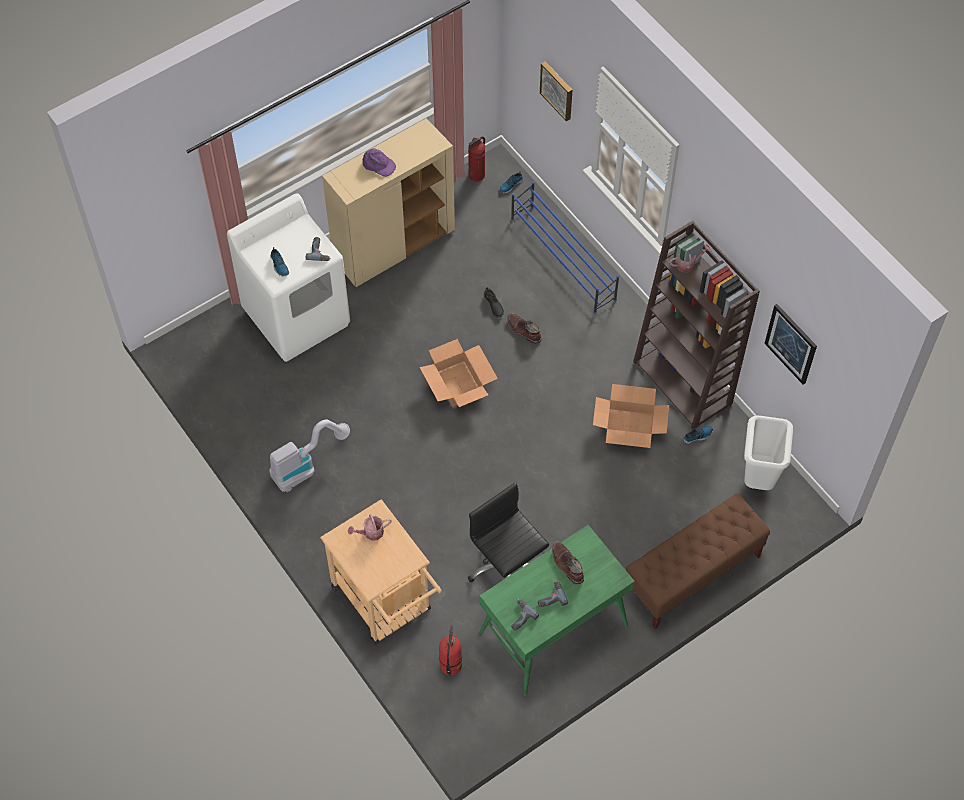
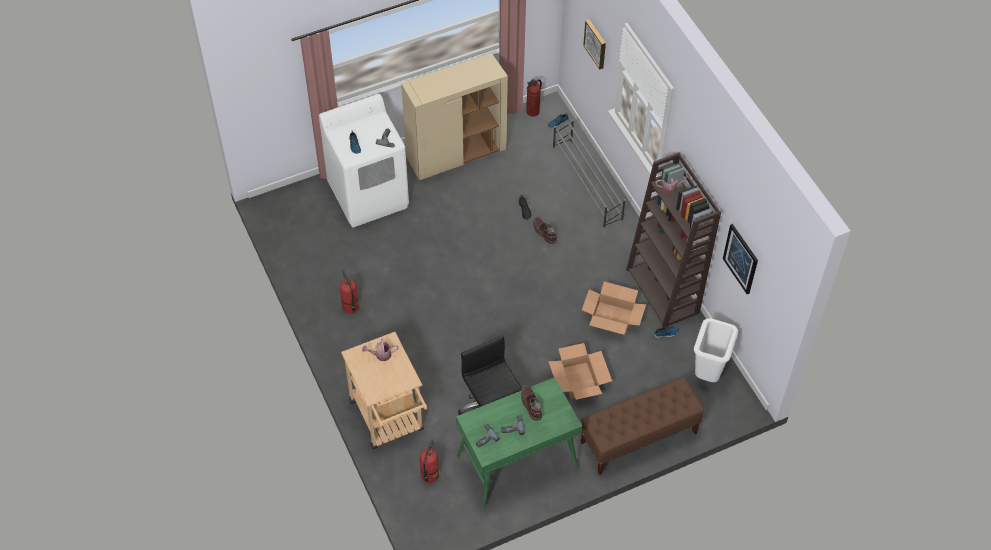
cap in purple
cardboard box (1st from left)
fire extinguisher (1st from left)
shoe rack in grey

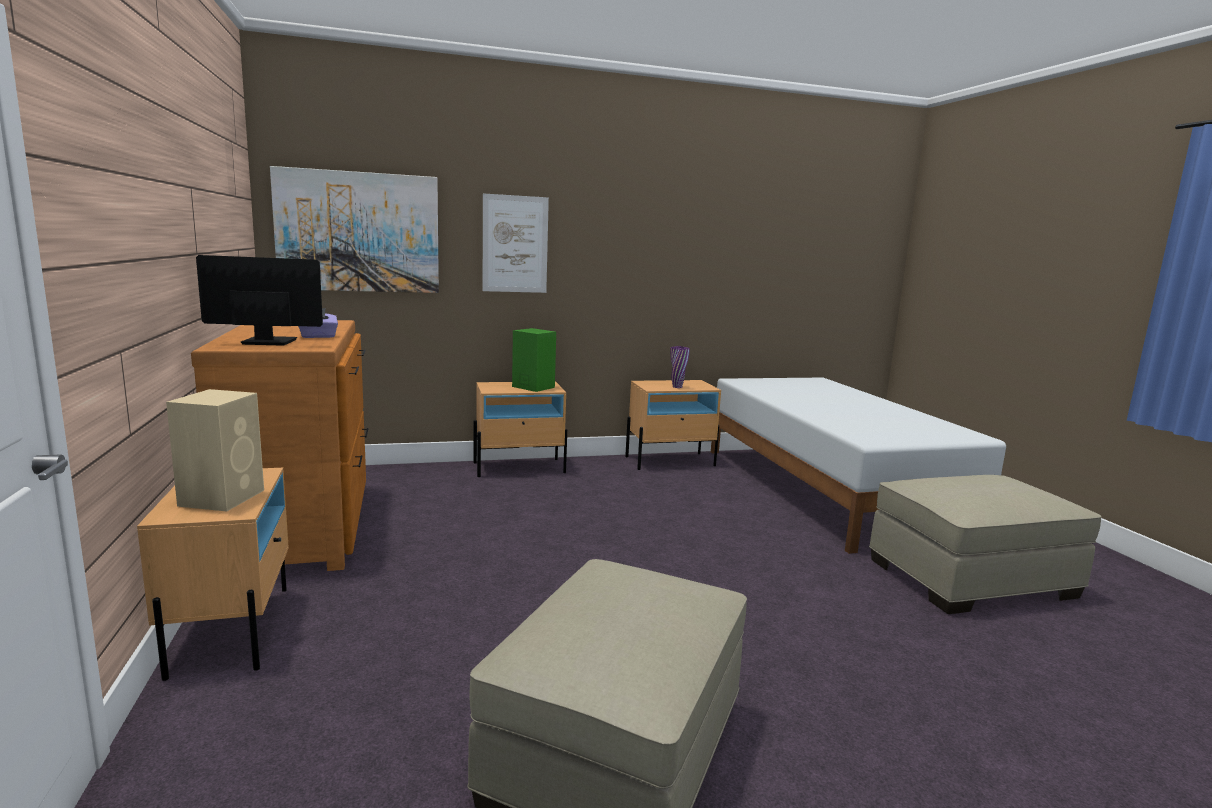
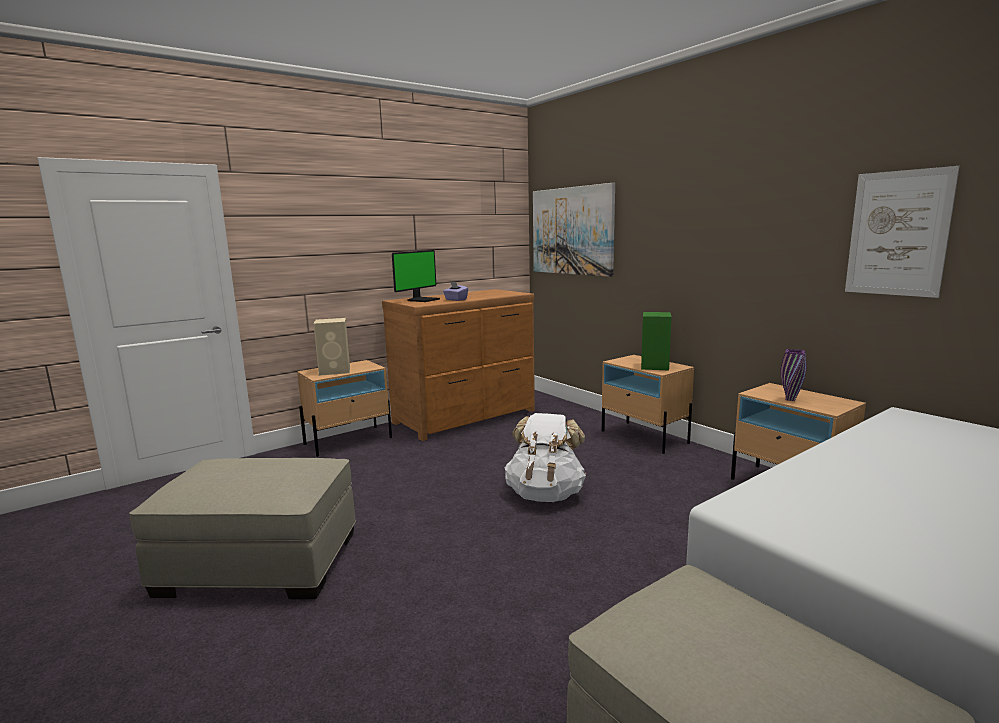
backpack in white
picture (2nd from left)
monitor

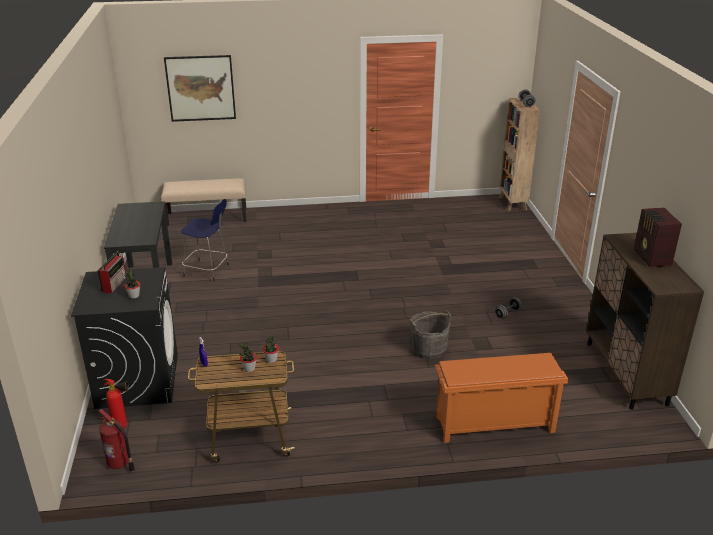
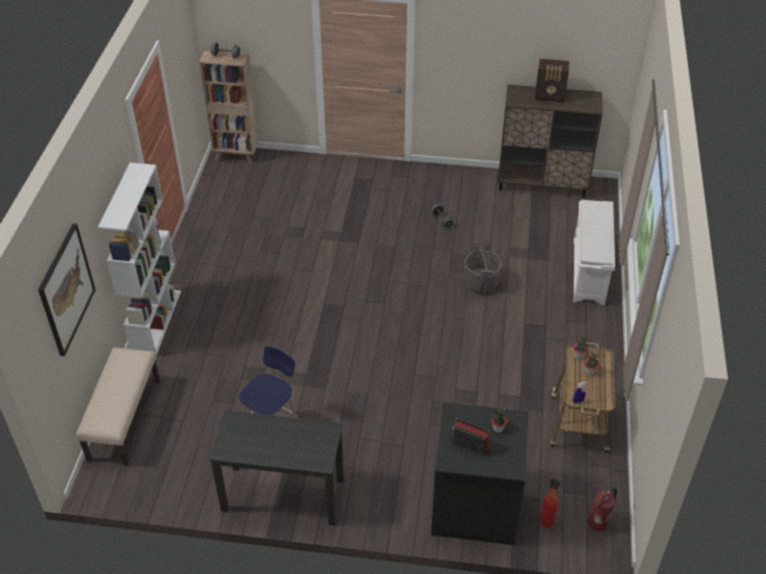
bookcase in white
shoe rack in white

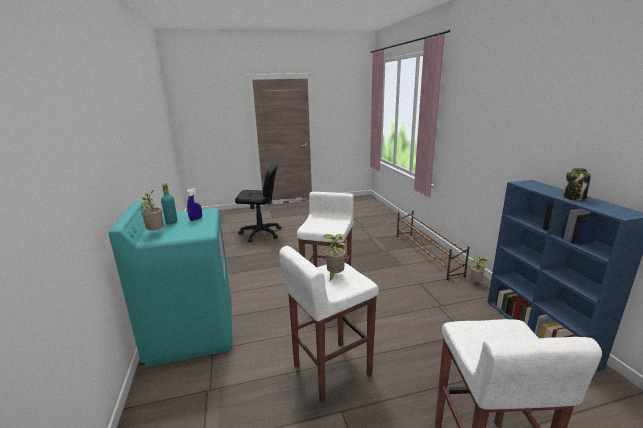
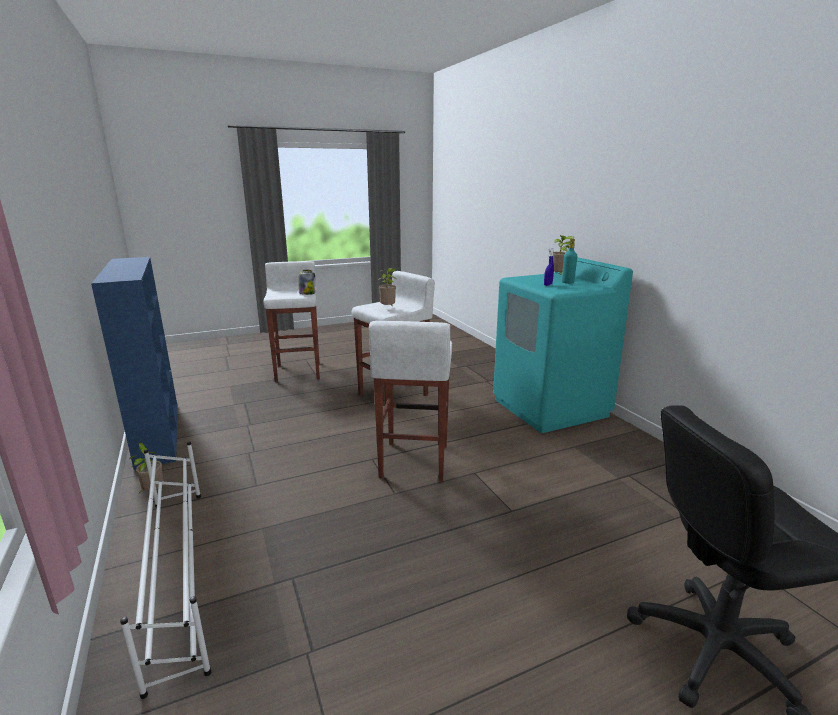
jar
shoe rack in white

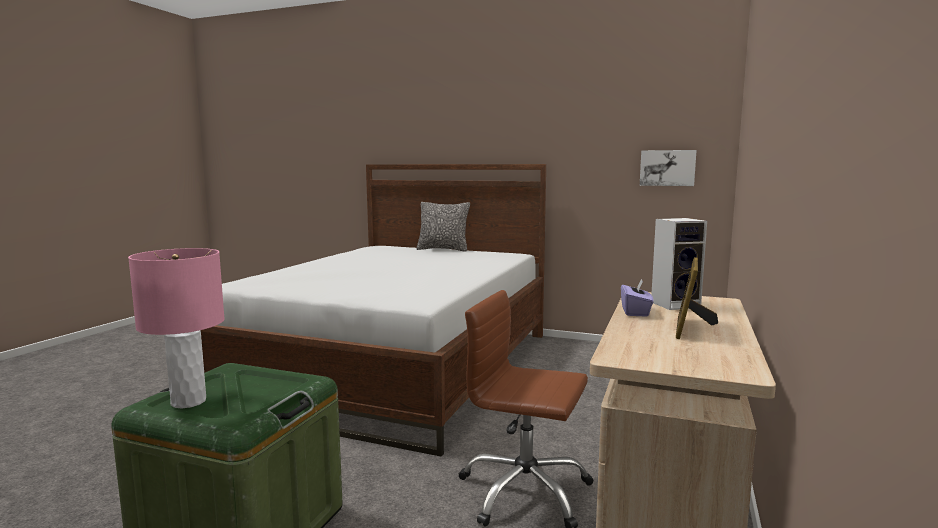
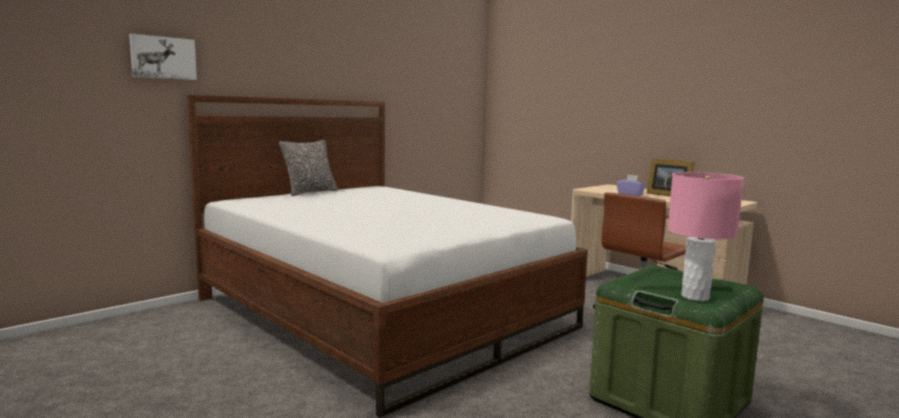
speaker
picture

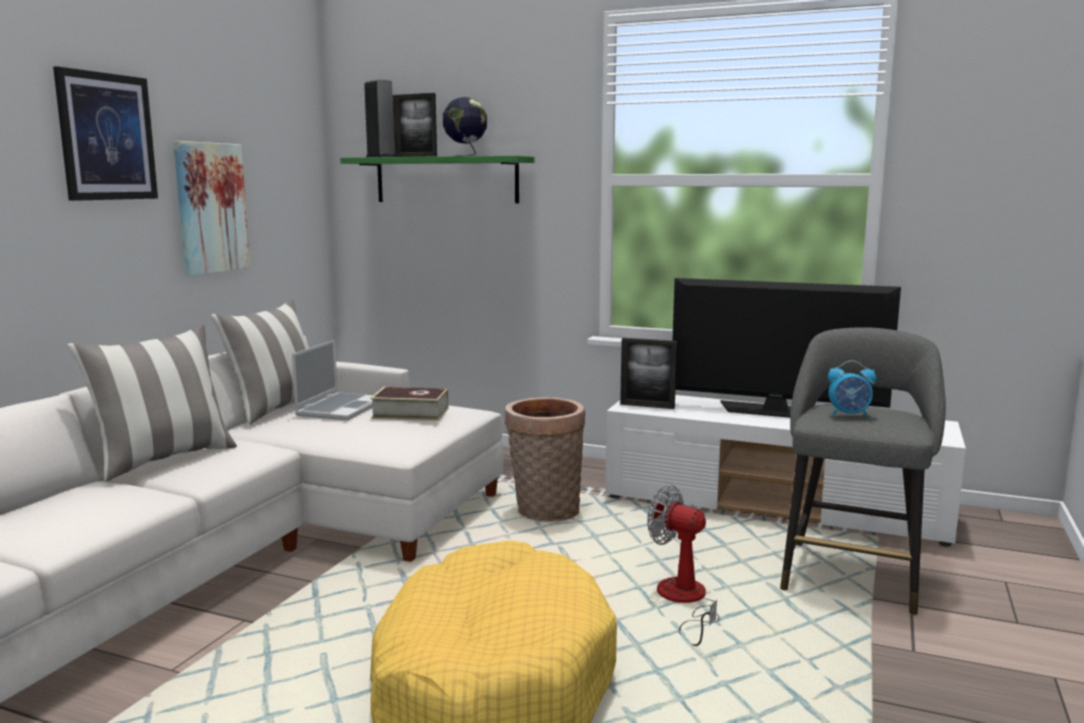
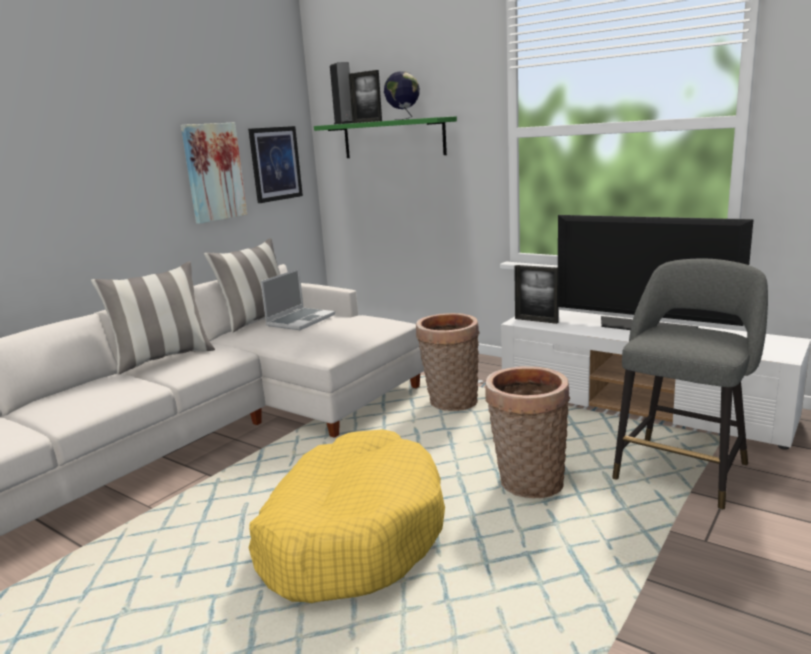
book
alarm clock
picture (2nd from left)
basket (2nd from left)

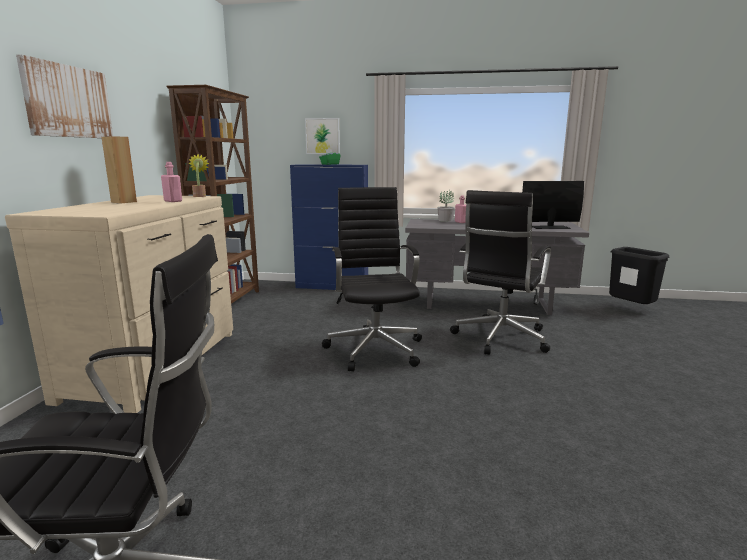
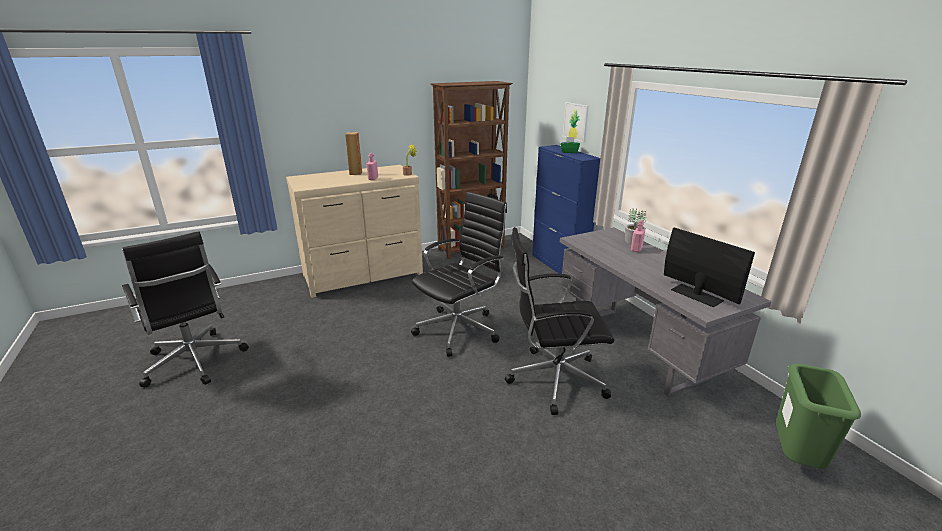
picture (1st from left in the first image)
trash can in green

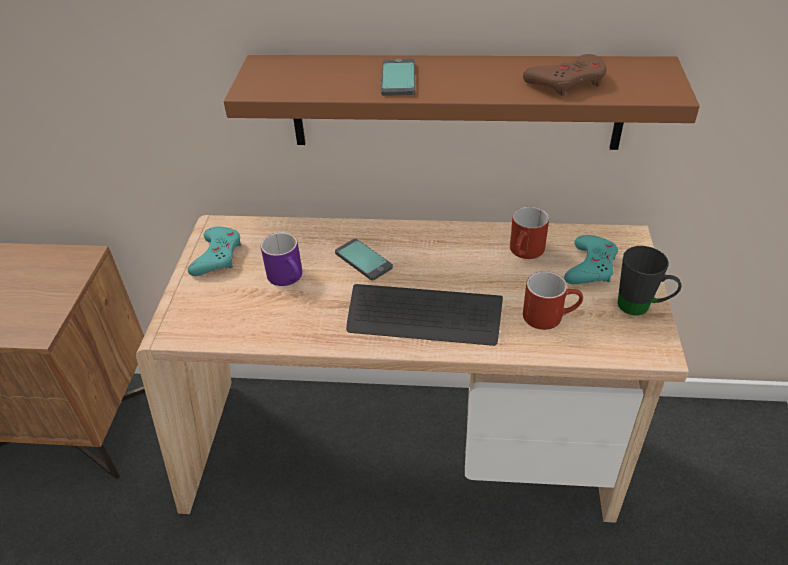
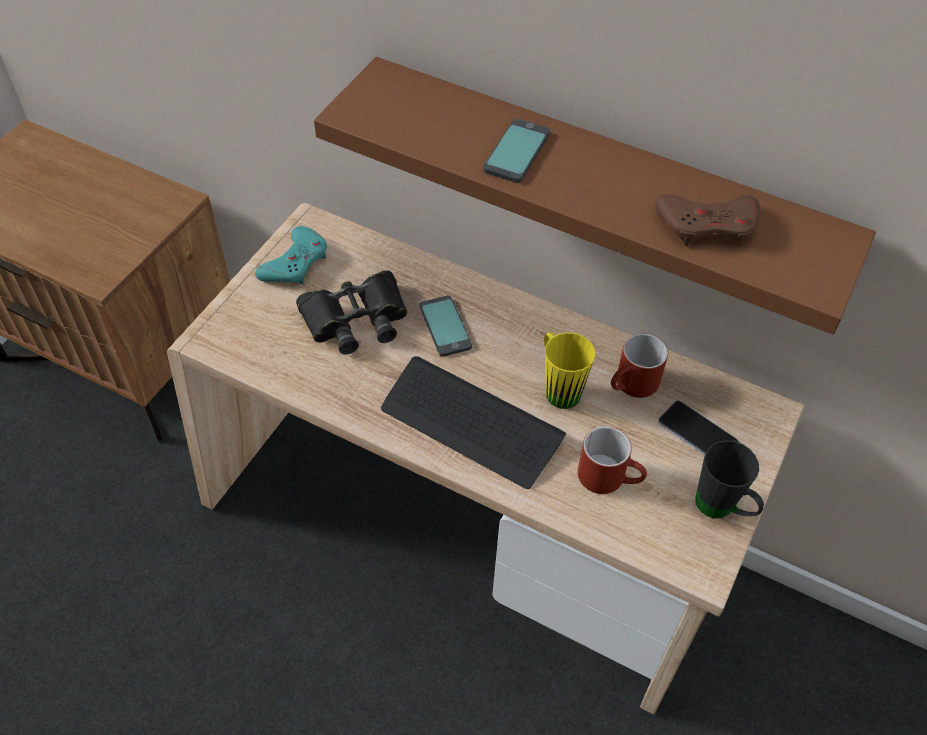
mug in yellow
binoculars in black
phone (3rd from left)

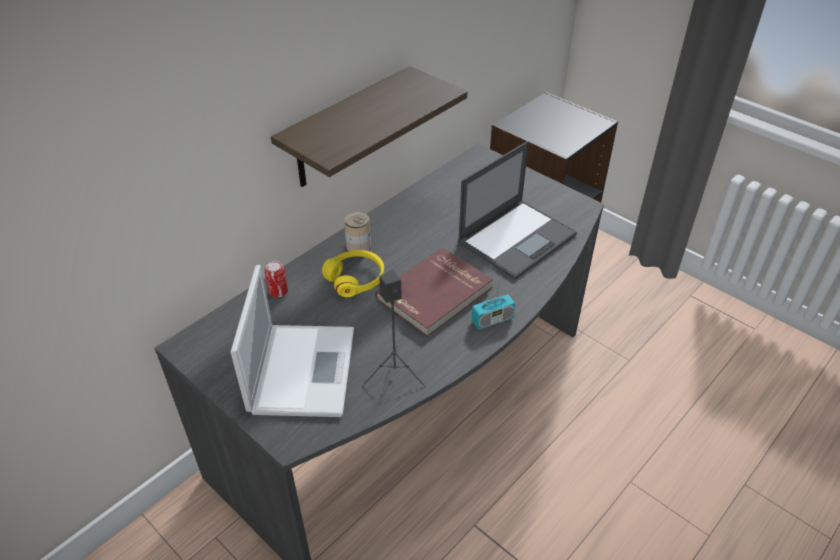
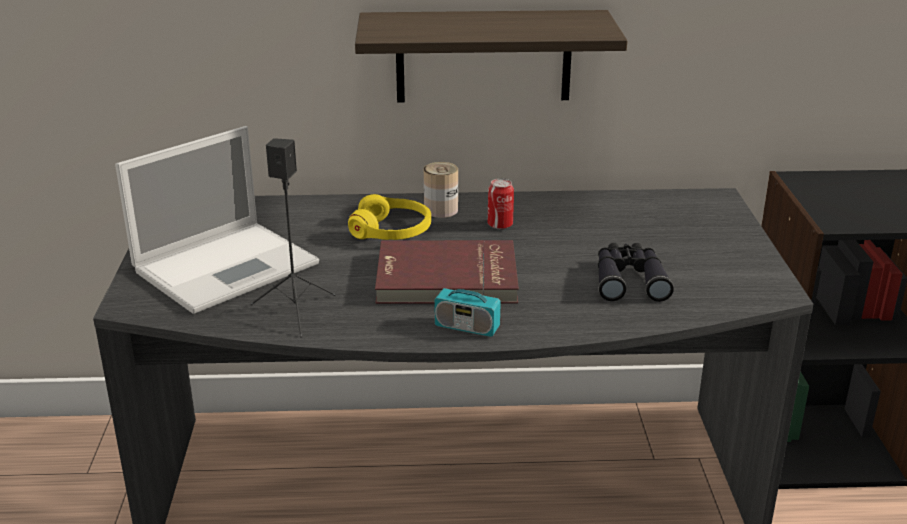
can (2nd from left)
binoculars in black

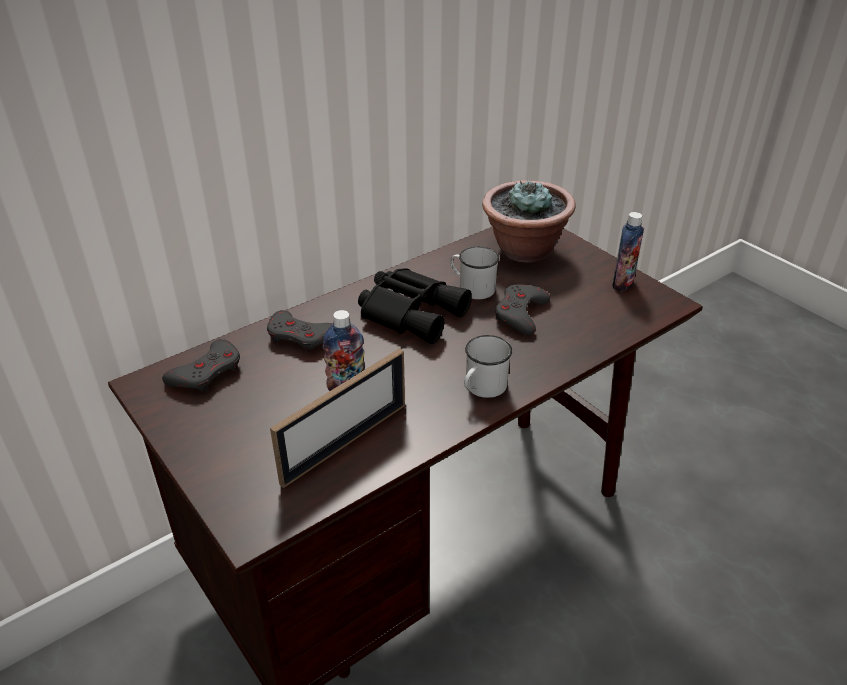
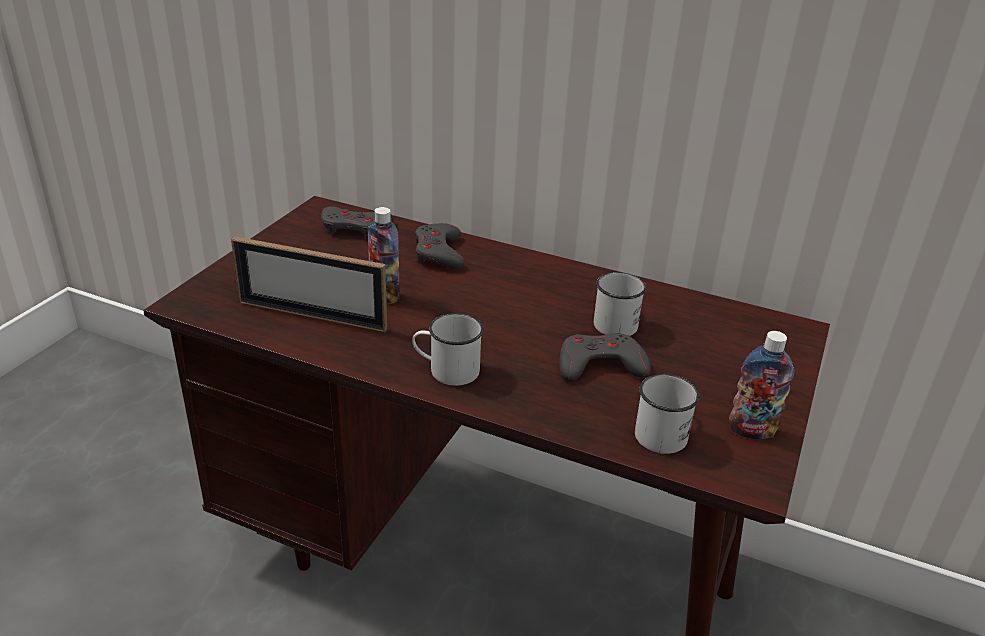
binoculars in black
potted plant
mug in white (3rd from left)

